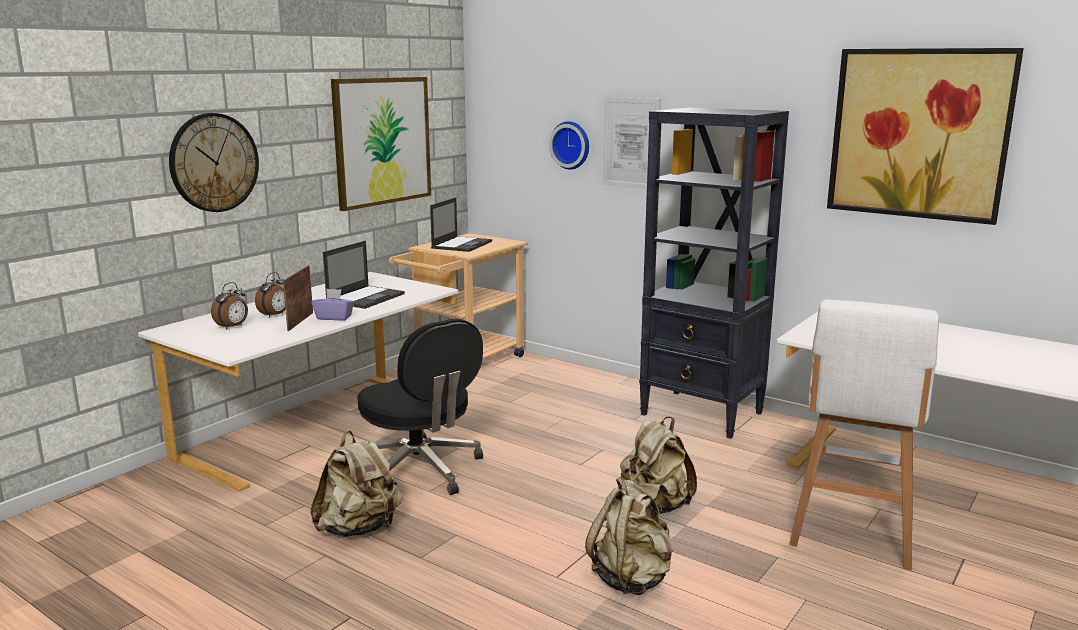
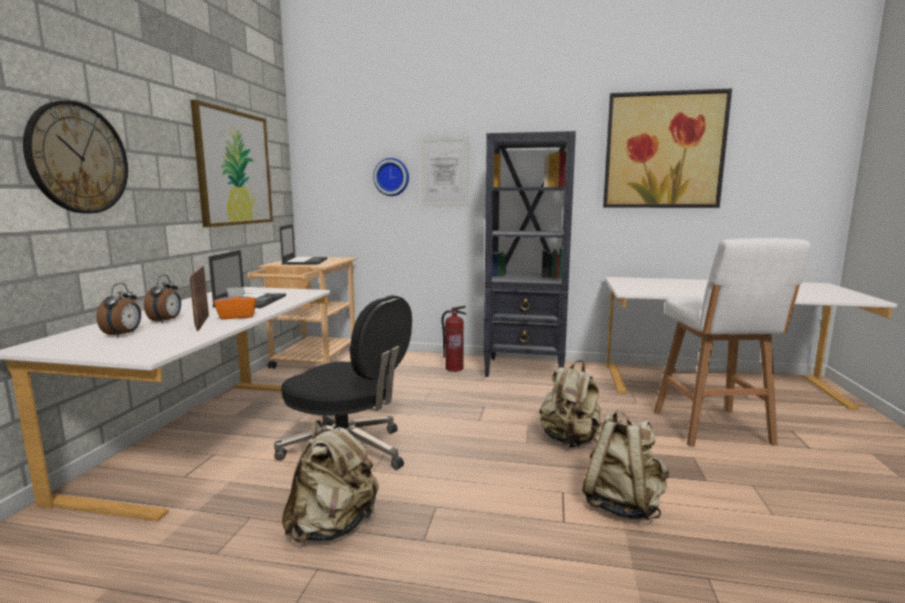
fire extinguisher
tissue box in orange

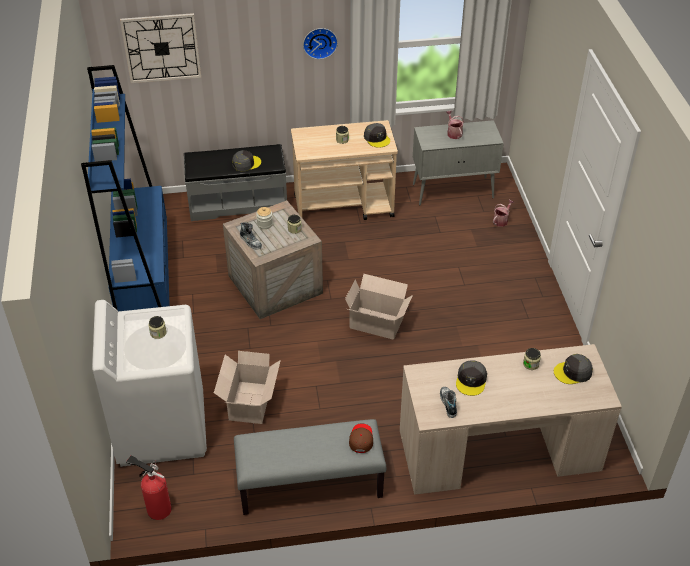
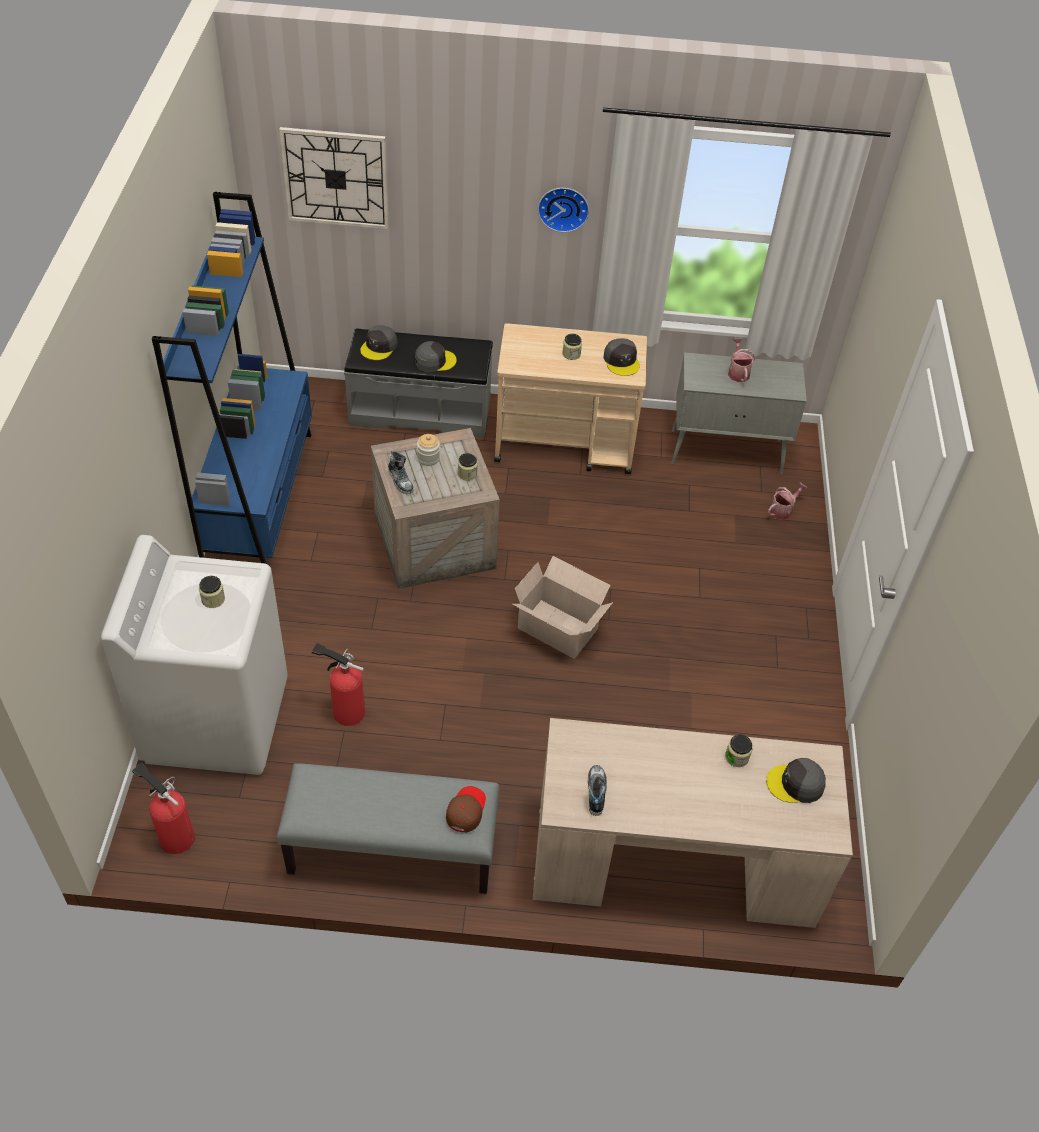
cap in grey (1st from left)
fire extinguisher (2nd from left)

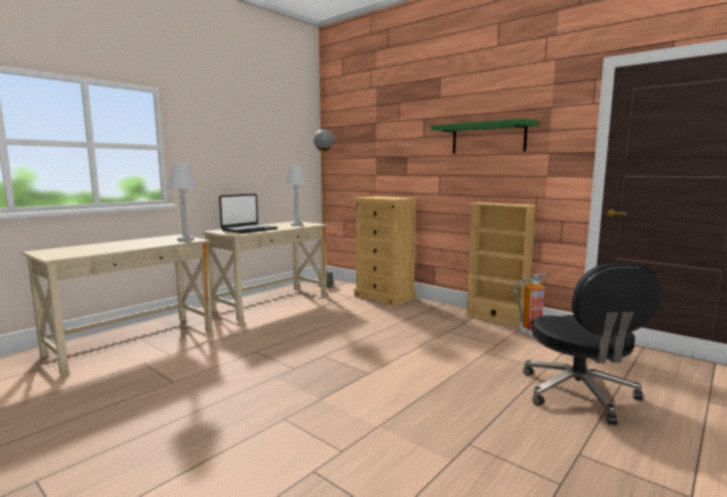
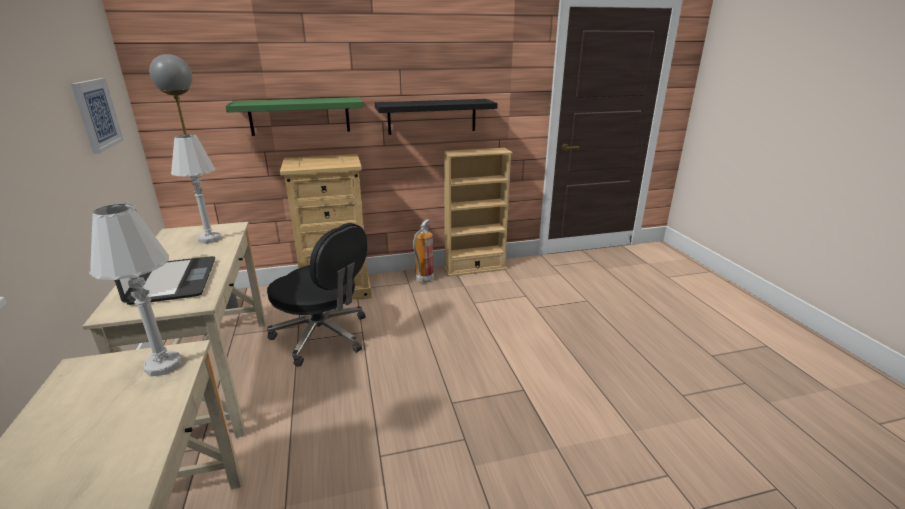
picture
shelf in black
shelf in green
fire extinguisher
office chair in black

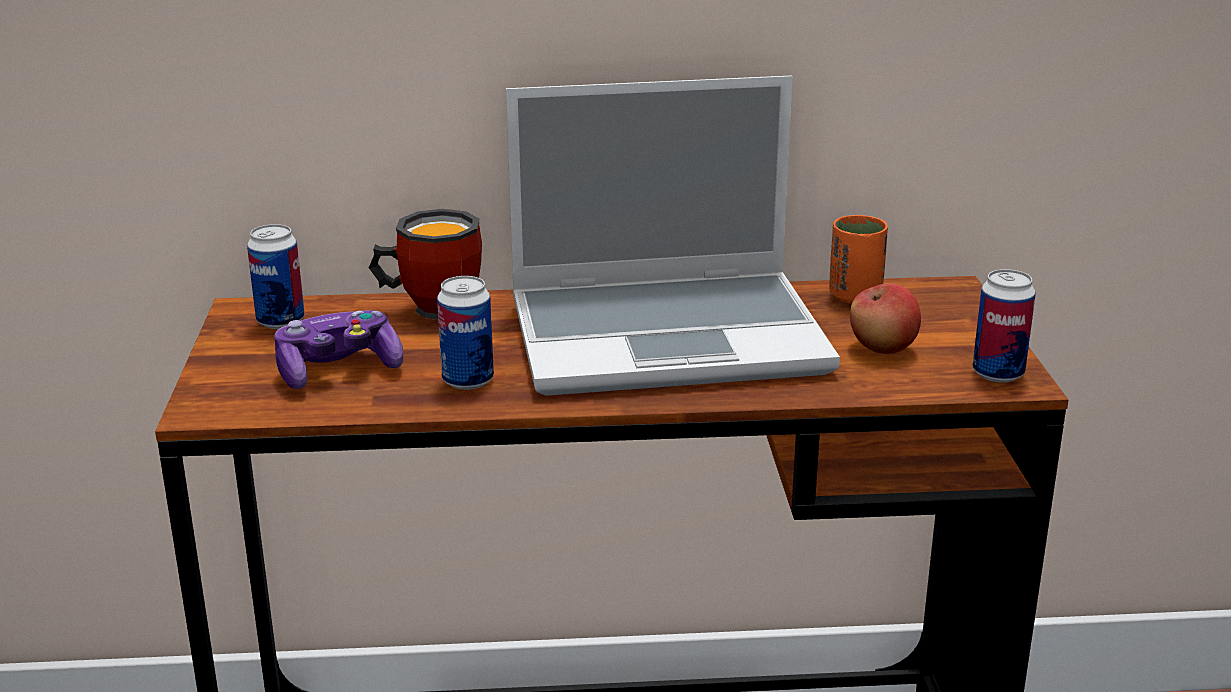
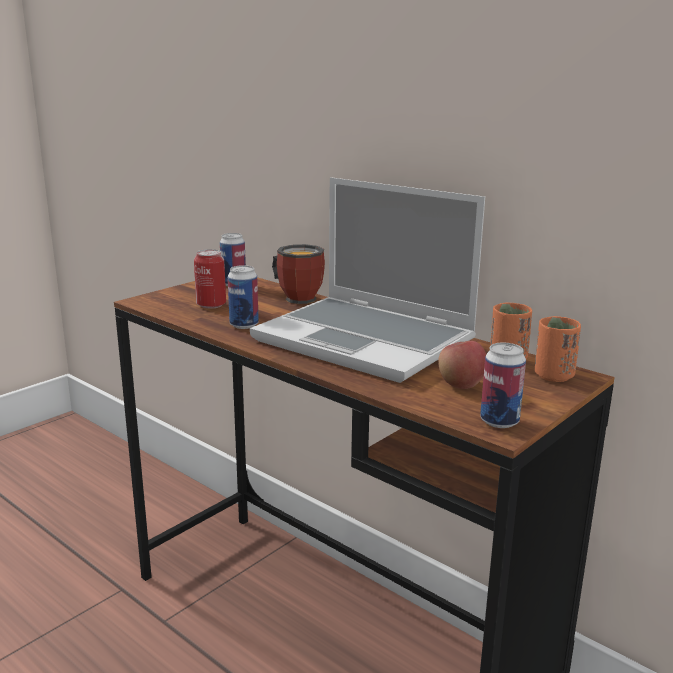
cup in orange (2nd from left)
can (1st from left)

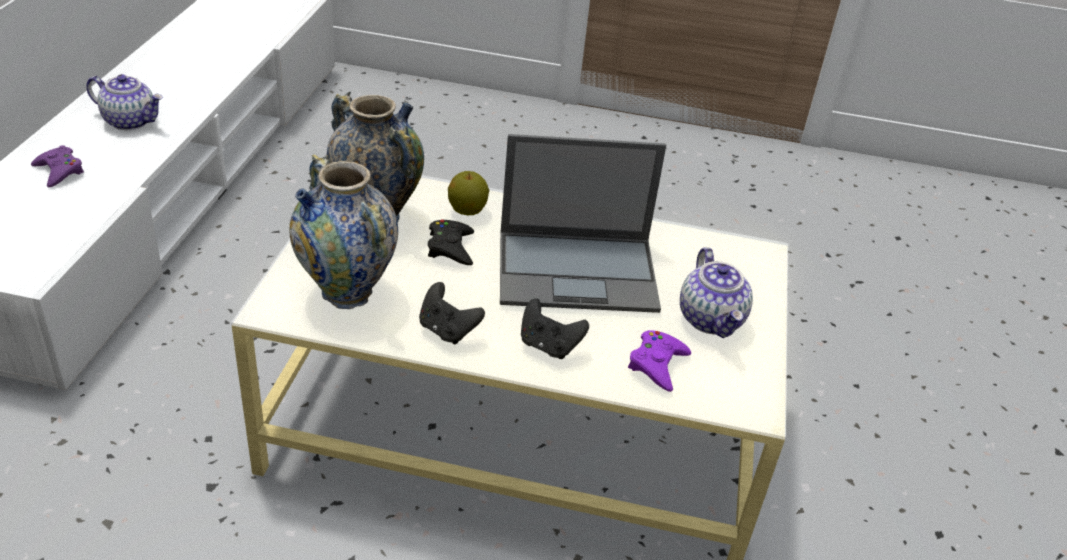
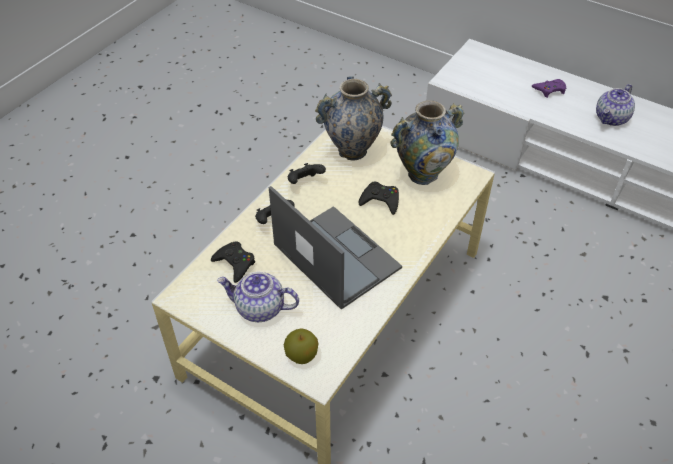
apple
game controller in black (1st from left)
laptop

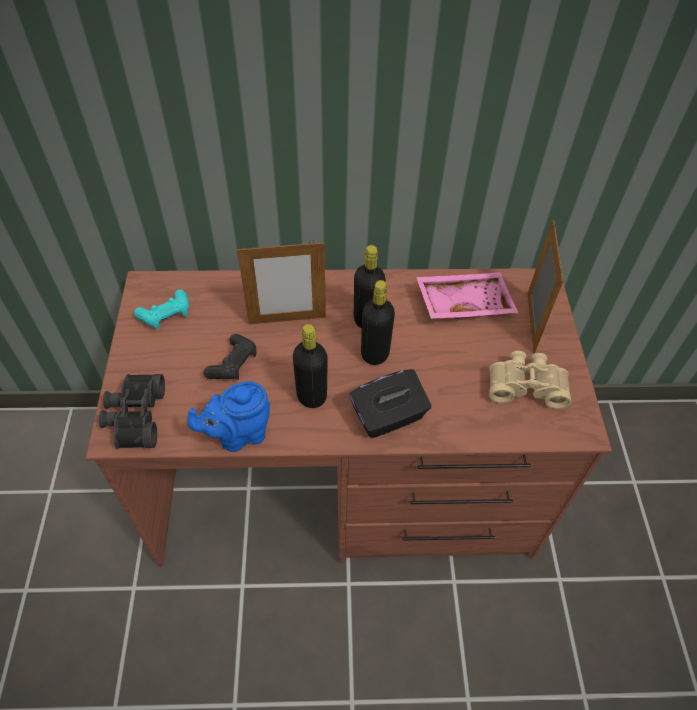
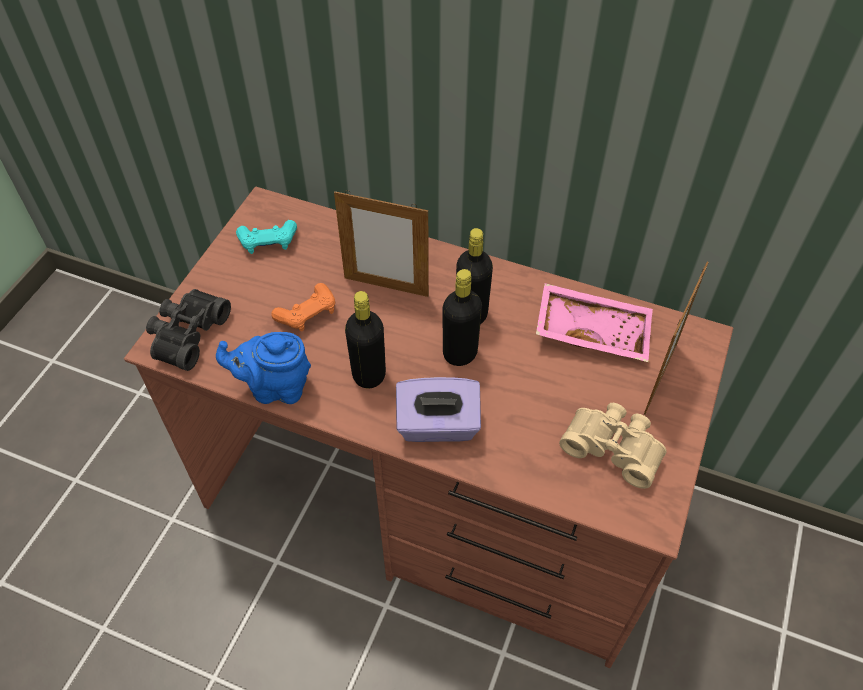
game controller in orange
tissue box in purple

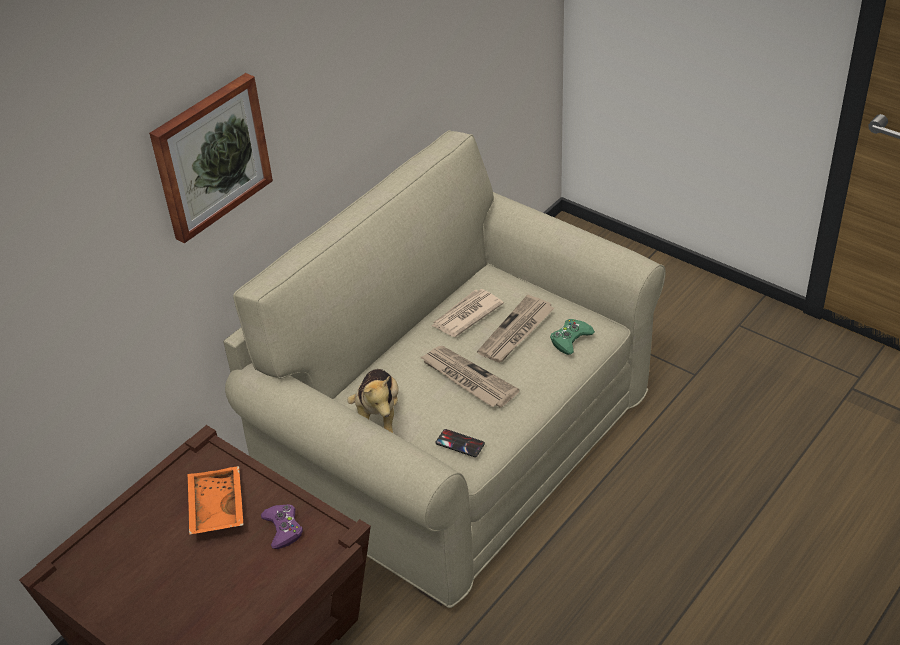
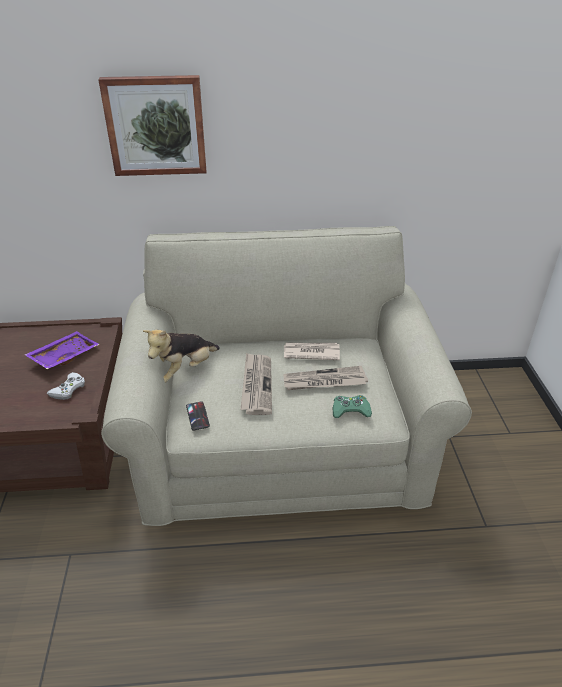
tray in purple
game controller in white

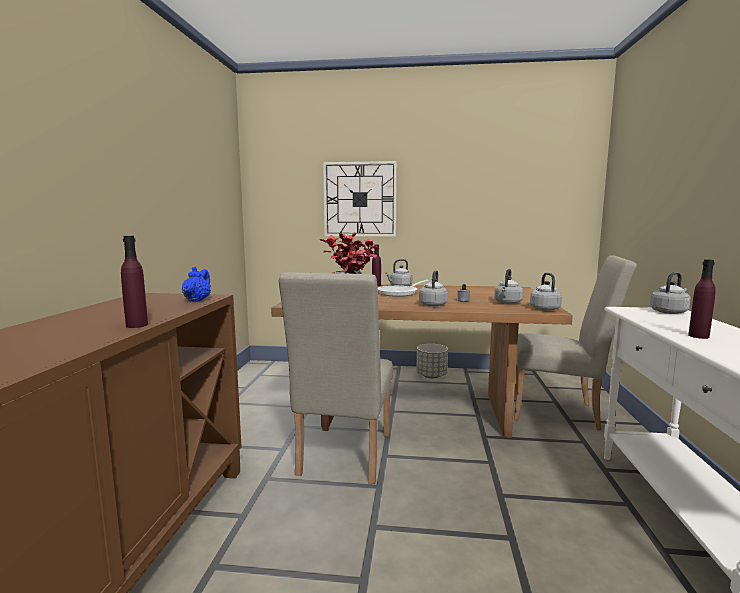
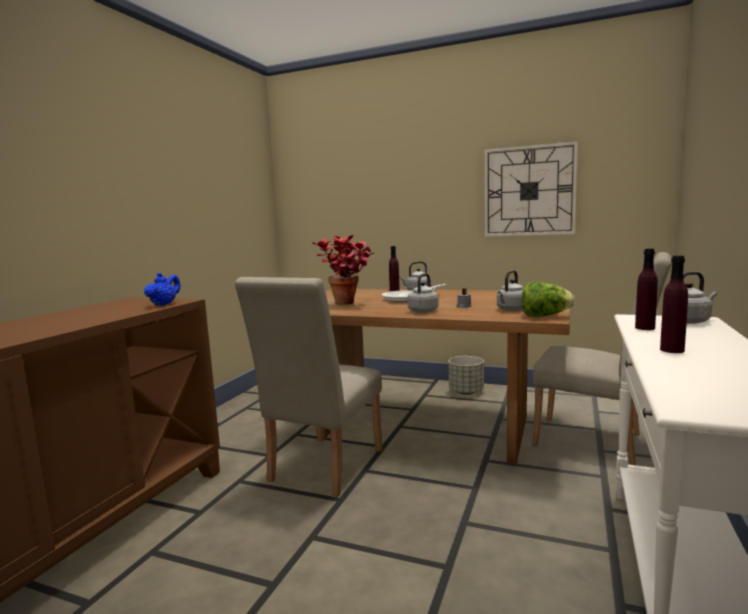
bottle in purple (2nd from left)
wall clock
lettuce

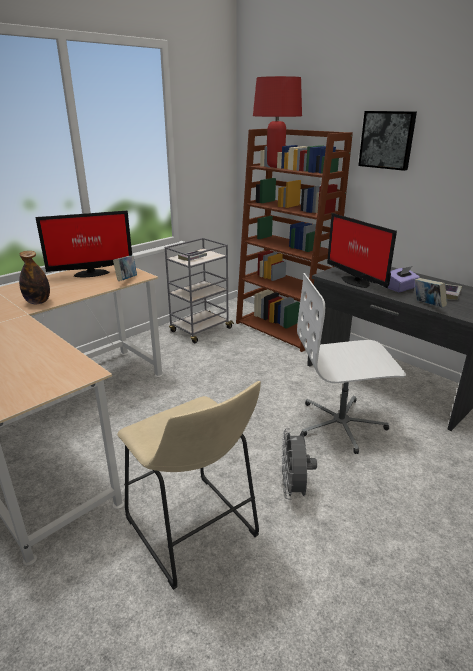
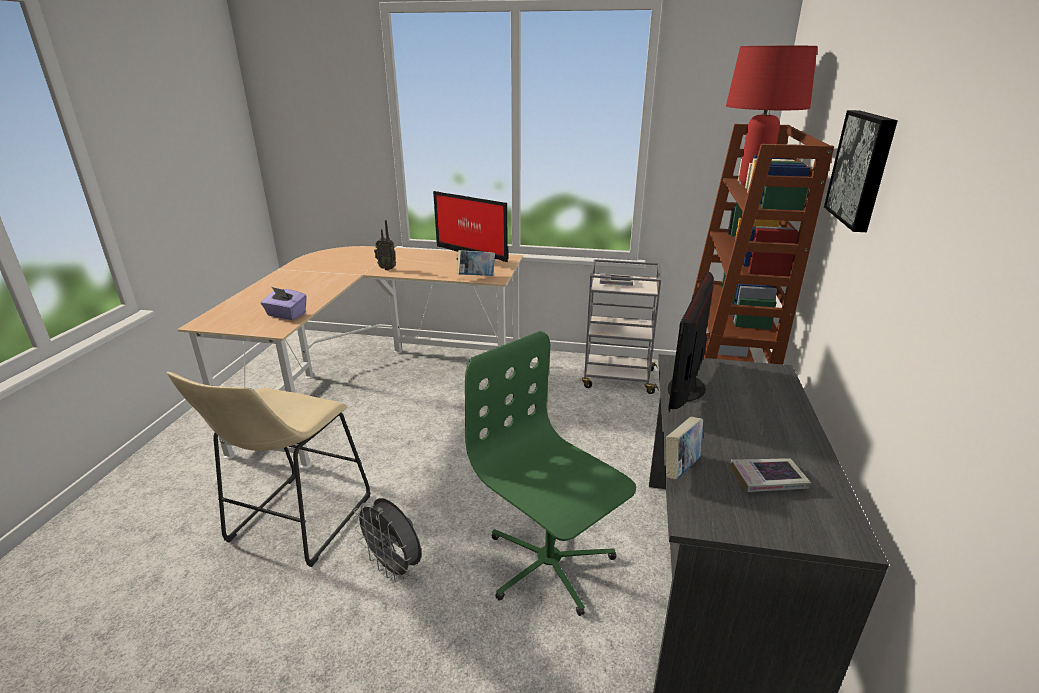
tissue box in purple
radio
office chair in green
fan in grey

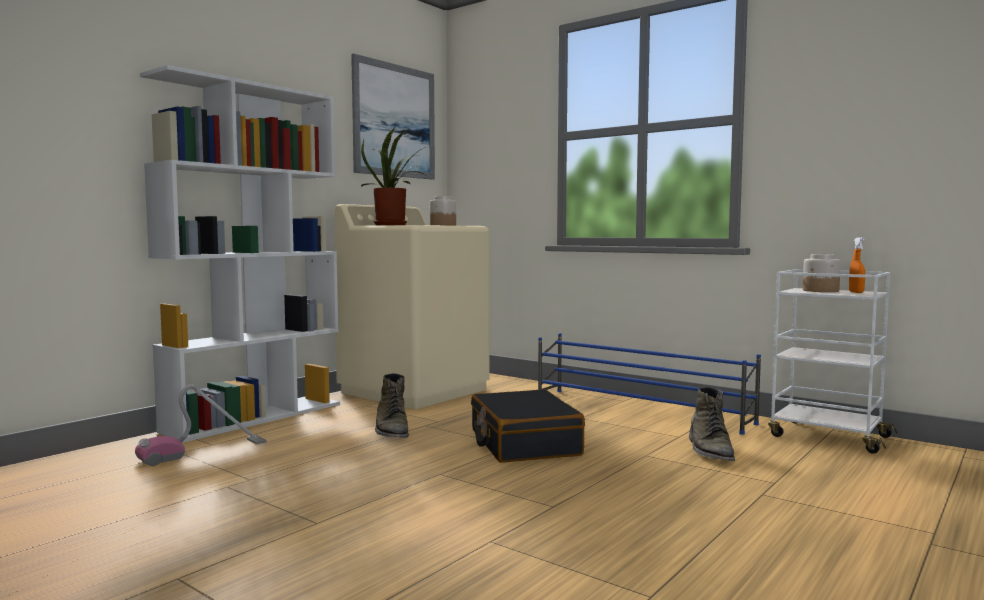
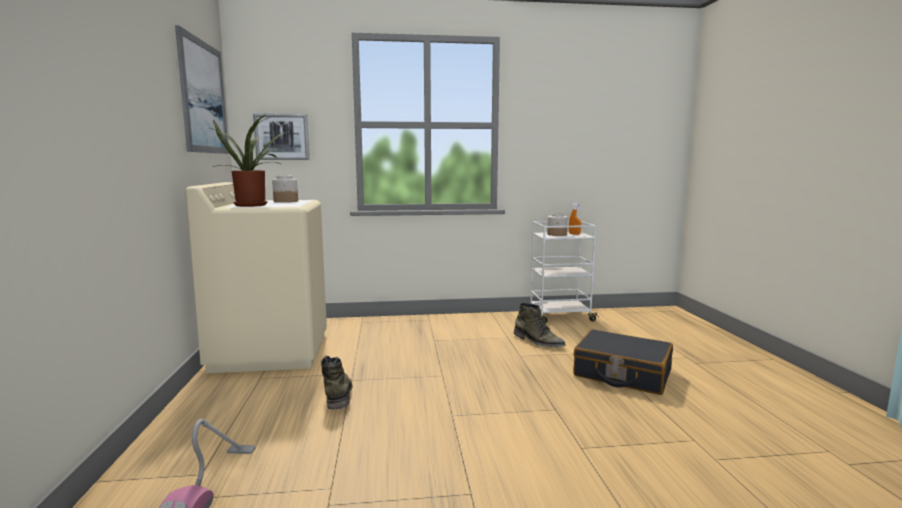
bookcase in white
shoe rack in blue
picture (2nd from left)
suitcase in black
boot in green (1st from left)

